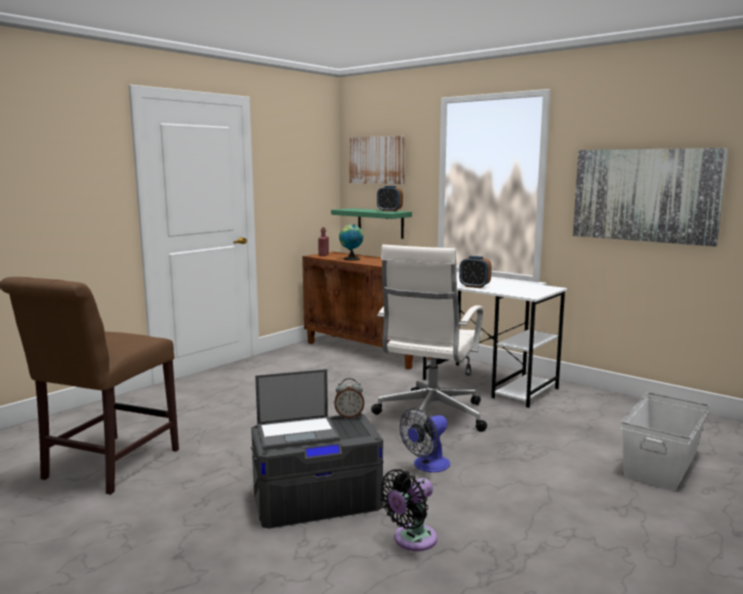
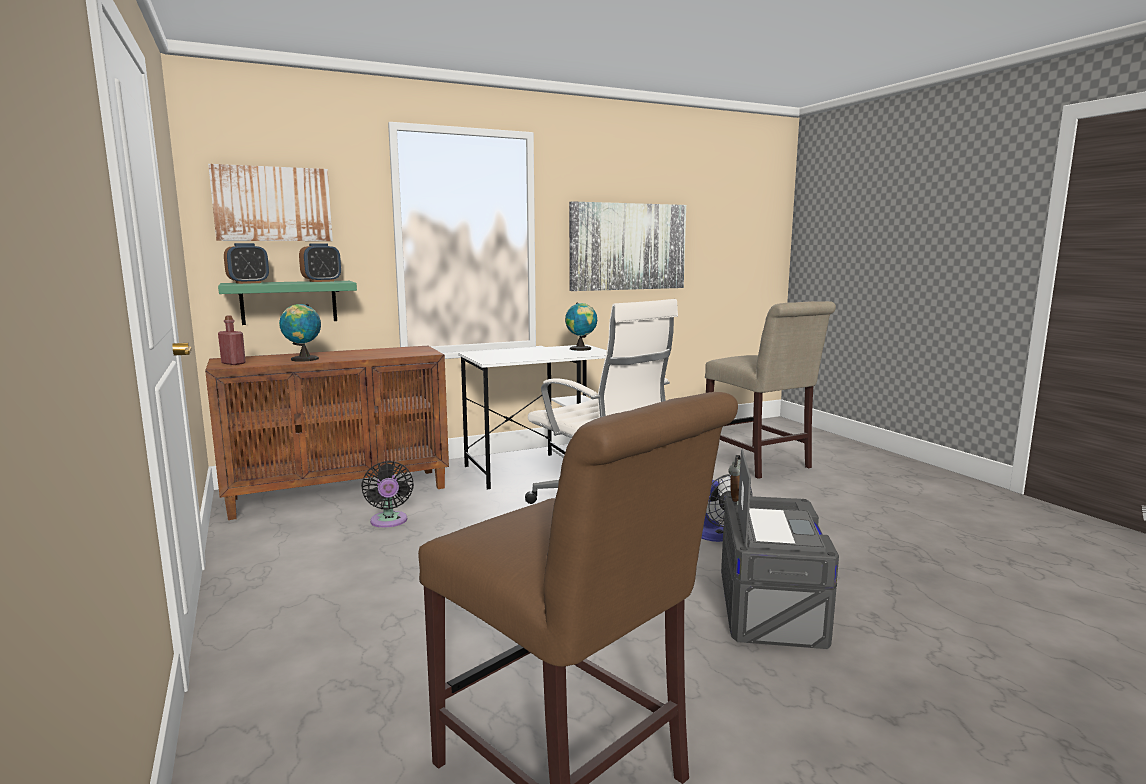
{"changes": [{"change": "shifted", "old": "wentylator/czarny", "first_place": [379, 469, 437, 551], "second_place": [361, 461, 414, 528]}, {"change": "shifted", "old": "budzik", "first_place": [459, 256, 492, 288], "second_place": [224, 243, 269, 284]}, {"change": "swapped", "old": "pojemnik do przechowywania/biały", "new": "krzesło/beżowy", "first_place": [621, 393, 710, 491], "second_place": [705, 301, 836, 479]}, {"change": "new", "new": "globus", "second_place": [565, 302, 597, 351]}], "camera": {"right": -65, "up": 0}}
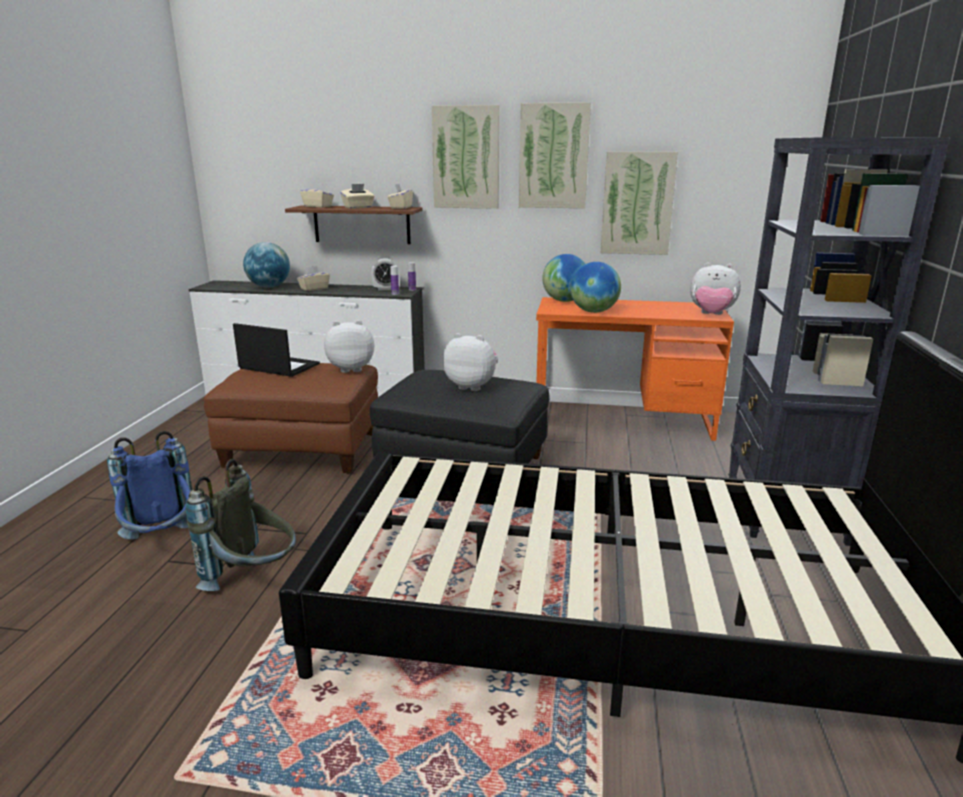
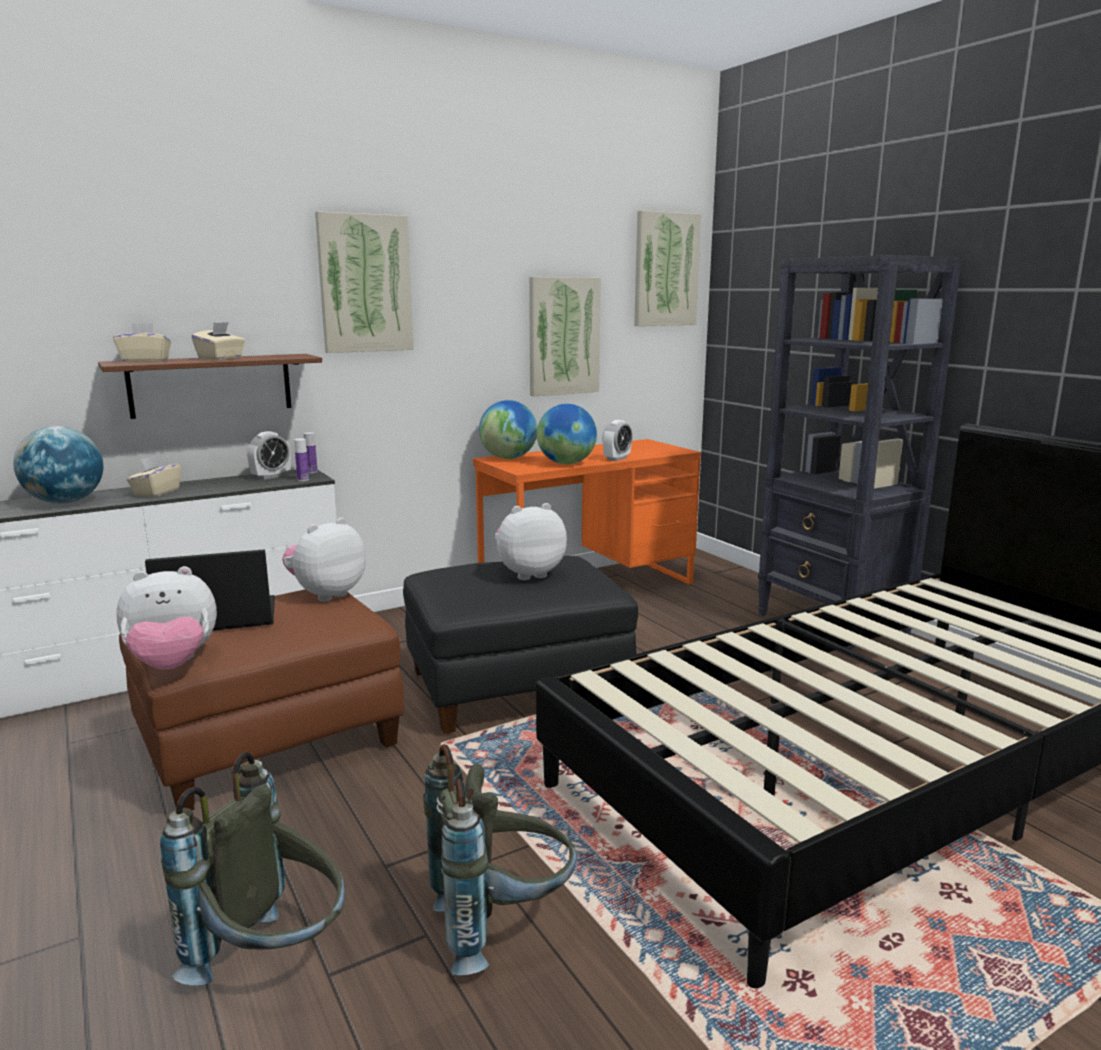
{"changes": [{"change": "repainted", "old": "plecak/niebieski", "new": "plecak/szary", "first_place": [107, 431, 192, 540], "second_place": [160, 752, 345, 985]}, {"change": "gone", "old": "pudełko chusteczek/beżowy", "first_place": [387, 184, 413, 209]}, {"change": "shifted", "old": "obraz", "first_place": [519, 102, 591, 208], "second_place": [634, 210, 701, 326]}, {"change": "shifted", "old": "pluszak", "first_place": [690, 262, 741, 315], "second_place": [116, 566, 217, 670]}, {"change": "new", "new": "budzik", "second_place": [602, 420, 633, 461]}], "camera": {"right": -40, "up": -5}}
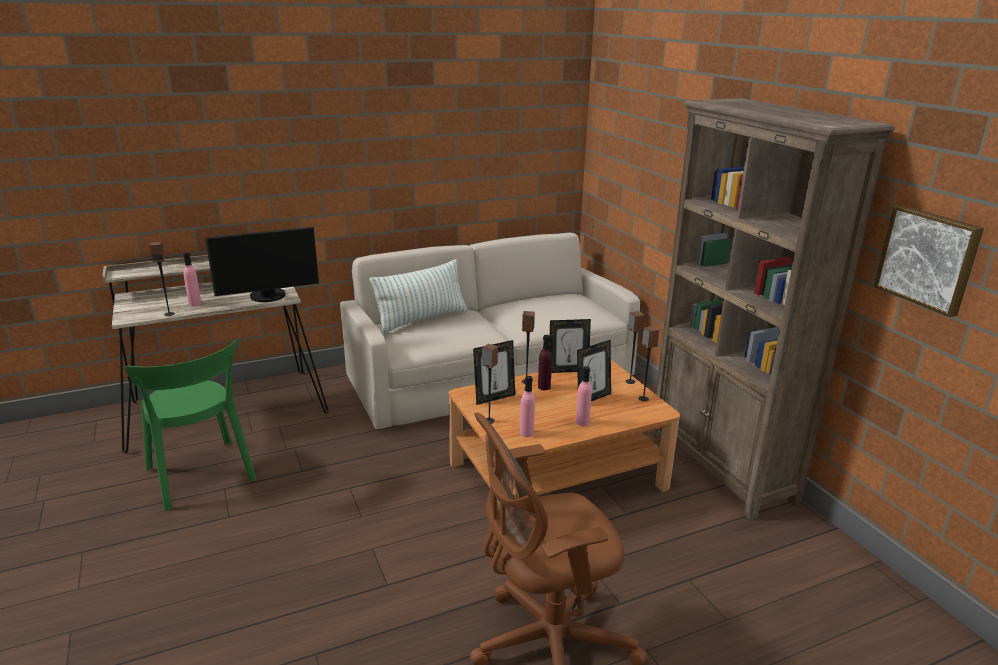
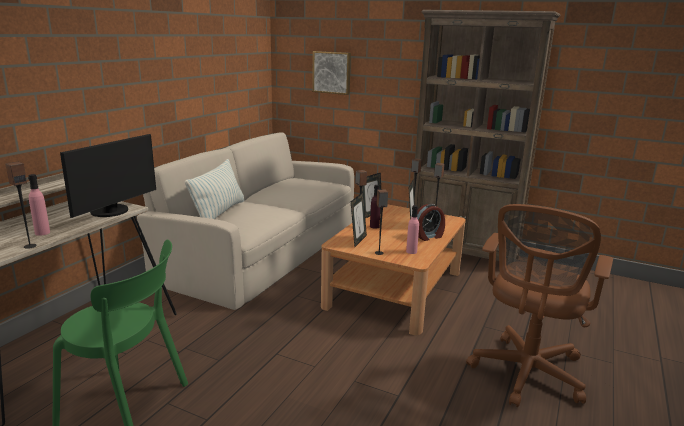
{"changes": [{"change": "swapped", "old": "butelka/różowy", "new": "budzik", "first_place": [576, 366, 592, 426], "second_place": [417, 204, 445, 241]}, {"change": "shifted", "old": "obraz", "first_place": [874, 205, 984, 317], "second_place": [312, 51, 351, 95]}], "camera": {"right": -40, "up": -5}}
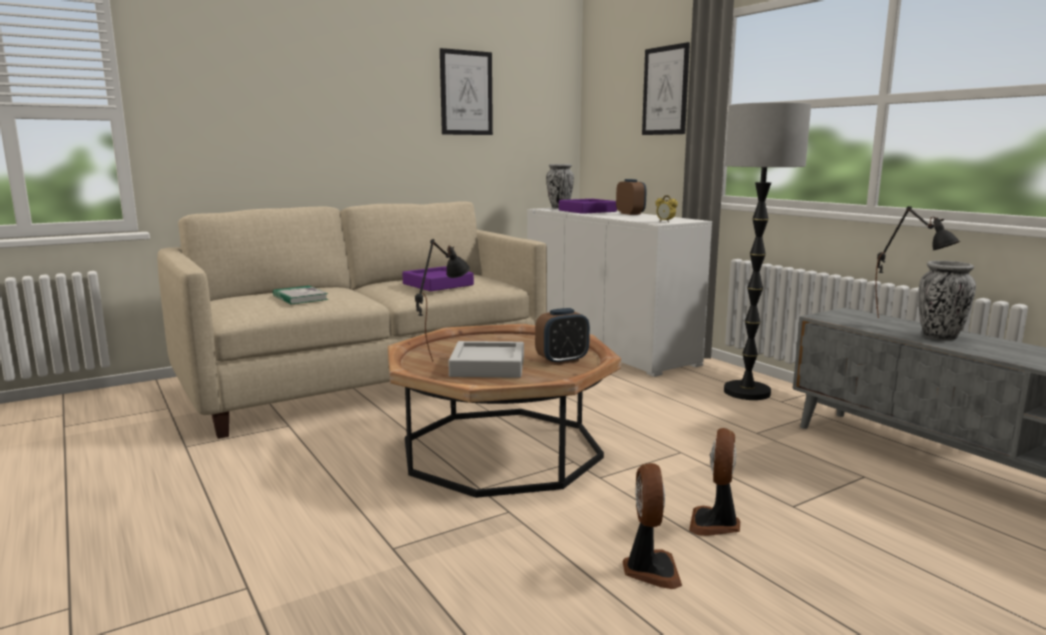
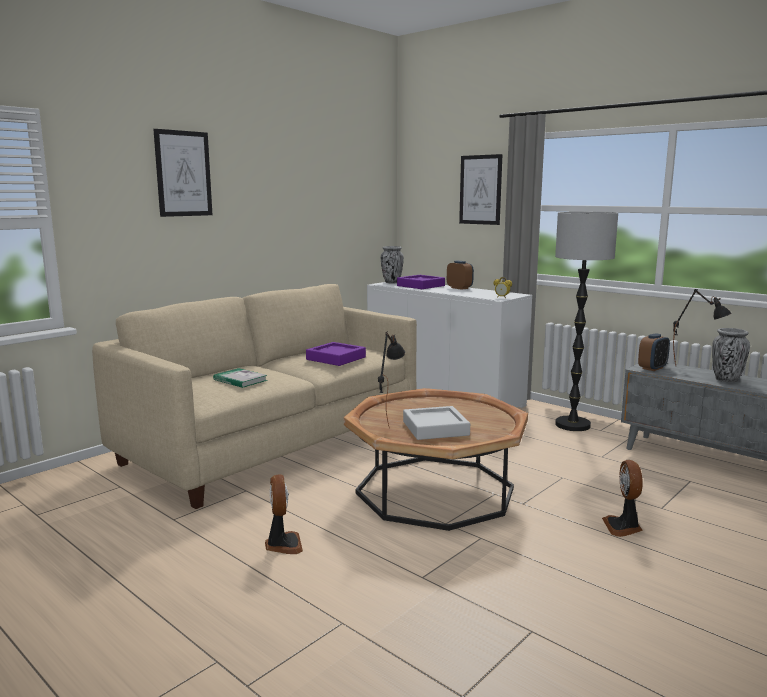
{"changes": [{"change": "shifted", "old": "obraz", "first_place": [440, 48, 493, 135], "second_place": [153, 129, 212, 217]}, {"change": "shifted", "old": "budzik", "first_place": [535, 308, 590, 365], "second_place": [638, 333, 670, 371]}, {"change": "shifted", "old": "wentylator", "first_place": [622, 463, 682, 589], "second_place": [265, 474, 303, 554]}], "camera": {"right": -15, "up": 0}}
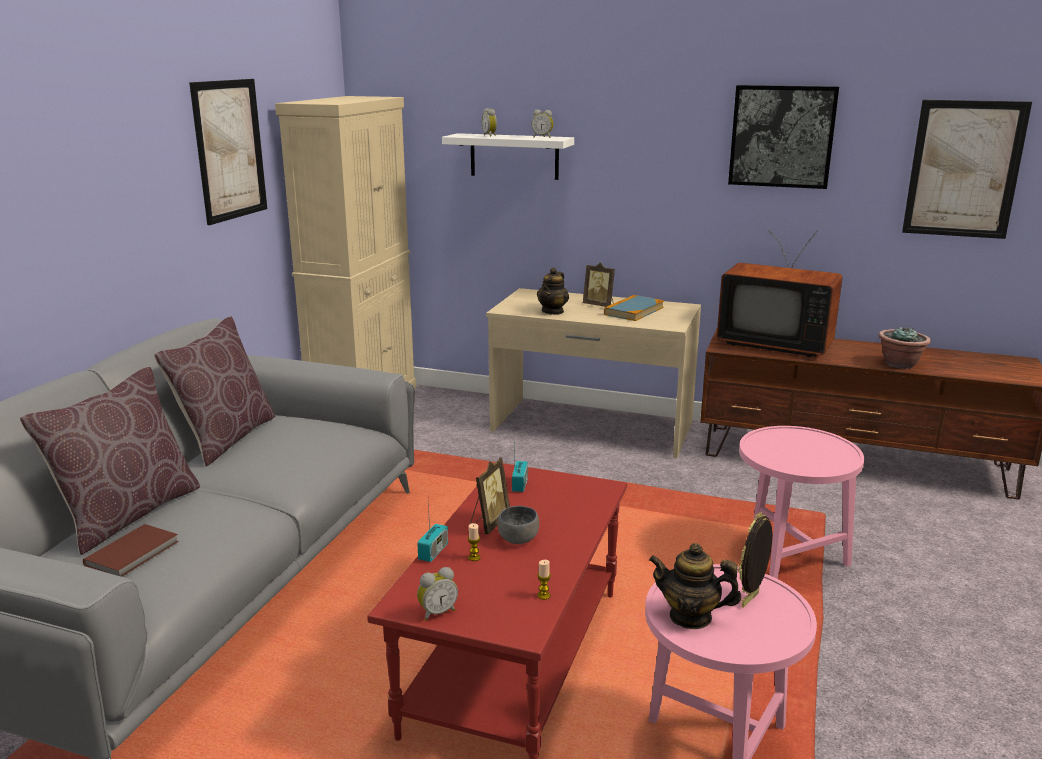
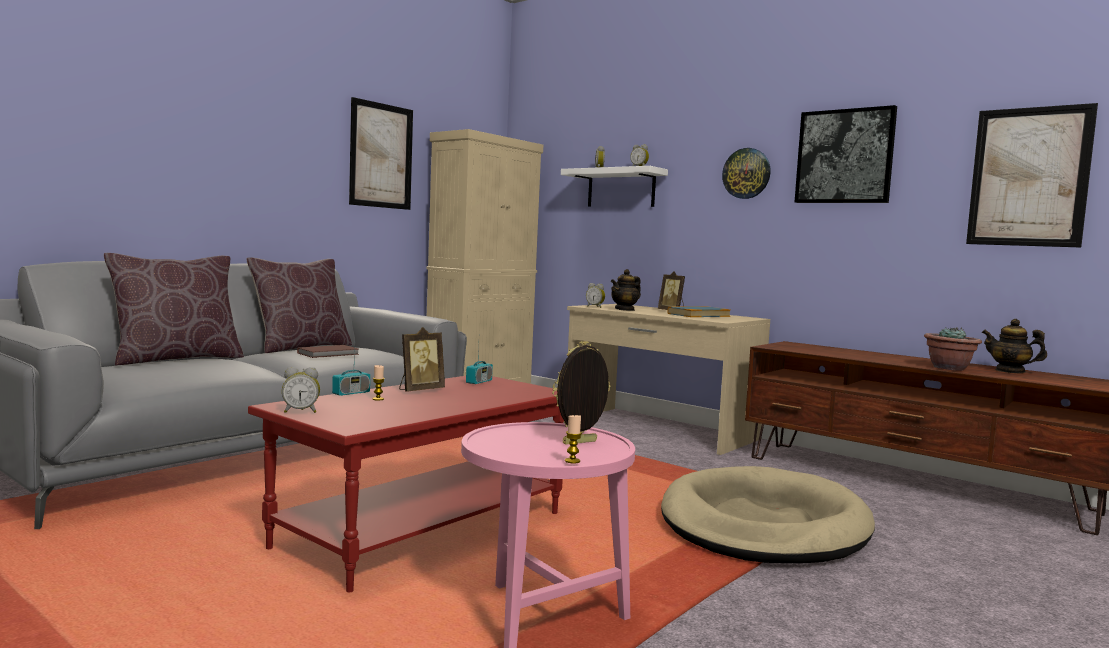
{"changes": [{"change": "shifted", "old": "książka/brązowy", "first_place": [83, 524, 179, 577], "second_place": [297, 345, 359, 358]}, {"change": "gone", "old": "miska/szary", "first_place": [498, 506, 539, 544]}, {"change": "shifted", "old": "świeca", "first_place": [537, 560, 551, 600], "second_place": [565, 415, 582, 463]}, {"change": "shifted", "old": "imbryk", "first_place": [649, 543, 741, 629], "second_place": [982, 319, 1047, 373]}, {"change": "gone", "old": "telewizor", "first_place": [717, 230, 842, 357]}, {"change": "swapped", "old": "stolik/różowy", "new": "legowisko/beżowy", "first_place": [739, 426, 864, 579], "second_place": [661, 466, 875, 564]}, {"change": "new", "new": "budzik", "second_place": [586, 283, 605, 308]}, {"change": "new", "new": "zegar ścienny", "second_place": [722, 148, 771, 199]}], "camera": {"right": 20, "up": -15}}
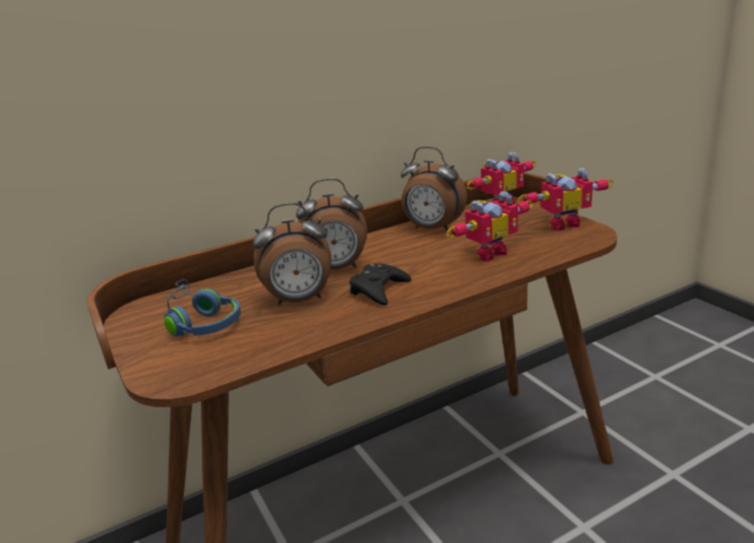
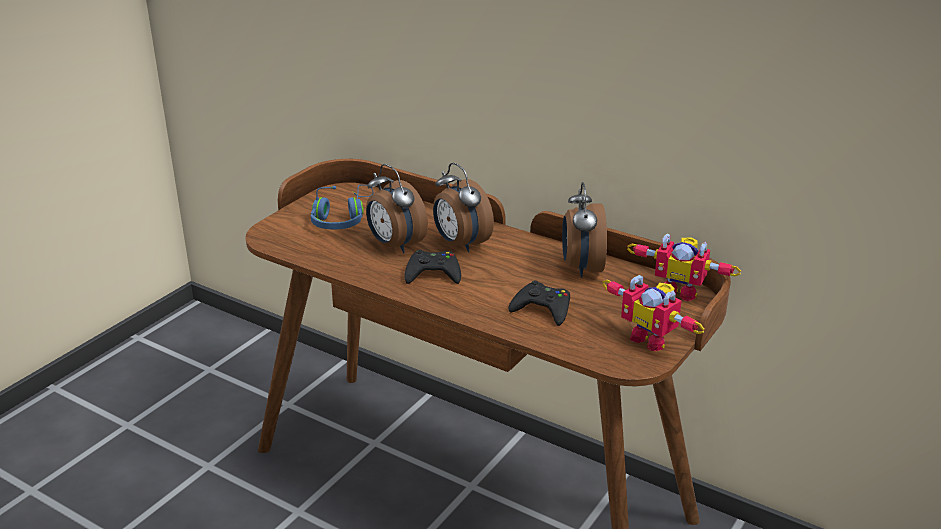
{"changes": [{"change": "swapped", "old": "robot zabawkowy", "new": "pad do gier/czarny", "first_place": [446, 191, 533, 262], "second_place": [508, 281, 570, 326]}], "camera": {"right": 60, "up": 5}}
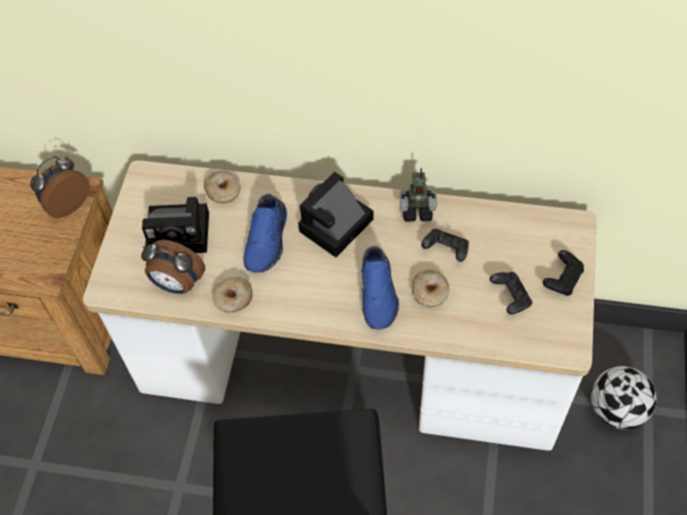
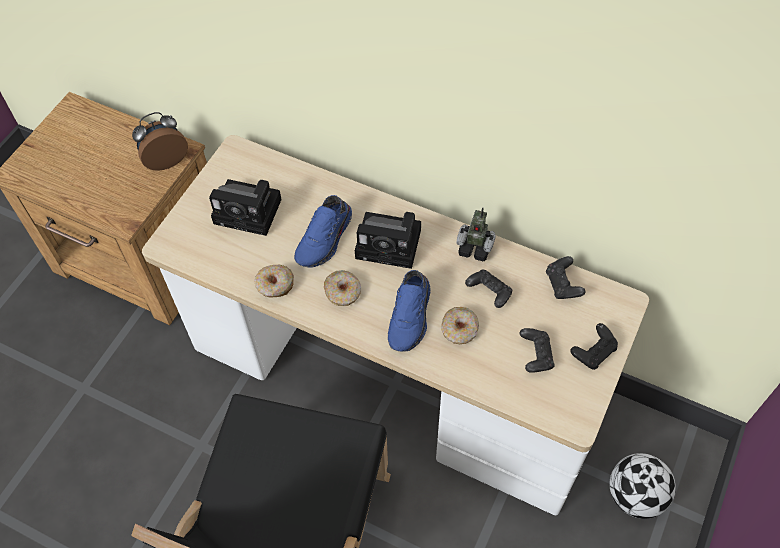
{"changes": [{"change": "gone", "old": "budzik", "first_place": [141, 240, 205, 294]}, {"change": "shifted", "old": "donut", "first_place": [204, 171, 240, 204], "second_place": [324, 270, 361, 306]}, {"change": "rotated", "old": "aparat fotograficzny", "first_place": [298, 172, 374, 257], "second_place": [355, 212, 421, 269], "degrees": -135}, {"change": "new", "new": "pad do gier/czarny", "second_place": [546, 256, 586, 299]}], "camera": {"right": 15, "up": 0}}
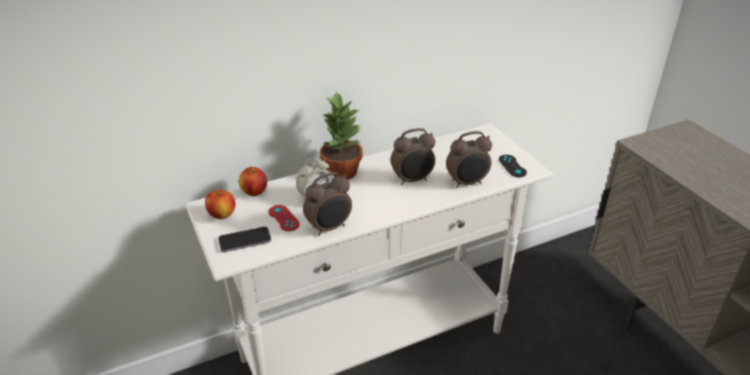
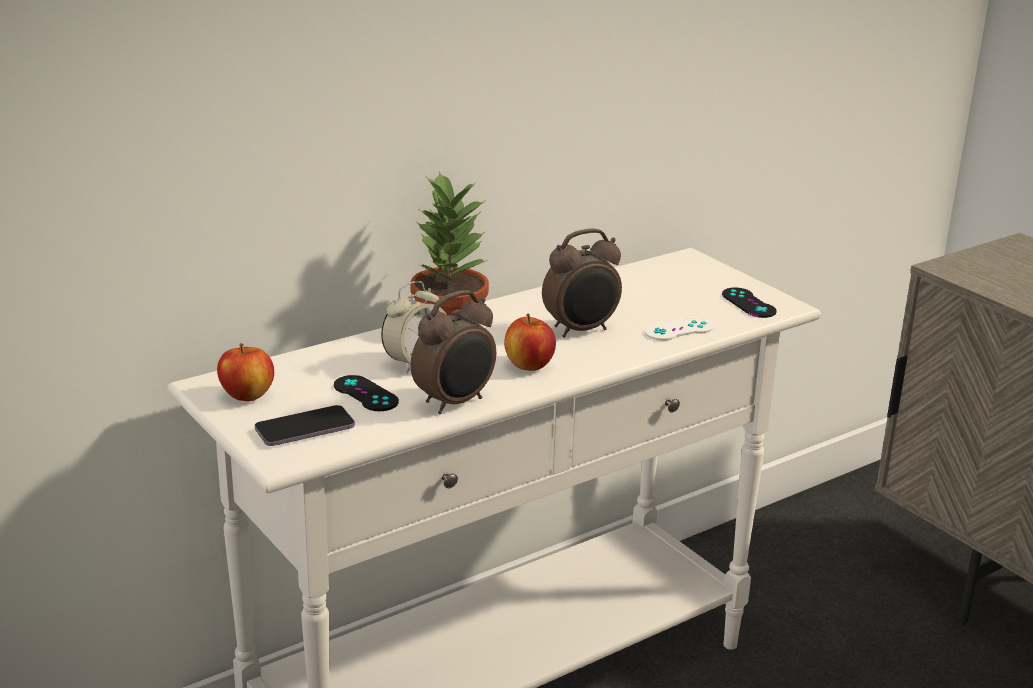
{"changes": [{"change": "shifted", "old": "jabłko", "first_place": [239, 167, 267, 196], "second_place": [504, 313, 556, 371]}, {"change": "repainted", "old": "pad do gier/czerwony", "new": "pad do gier/czarny", "first_place": [268, 205, 300, 231], "second_place": [334, 375, 399, 411]}, {"change": "swapped", "old": "budzik", "new": "pad do gier/biały", "first_place": [446, 131, 492, 188], "second_place": [645, 318, 713, 341]}], "camera": {"right": -10, "up": -10}}
